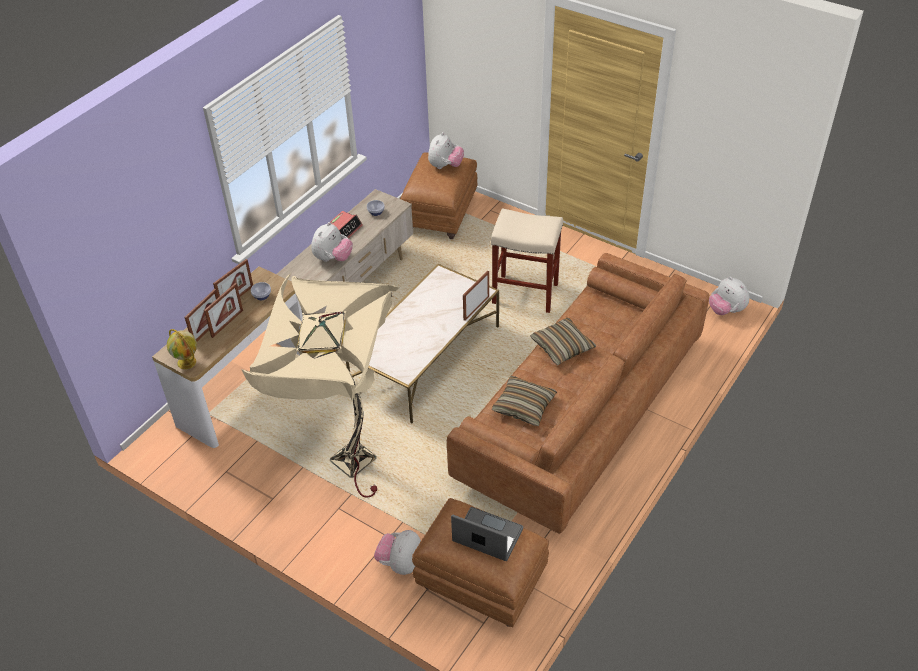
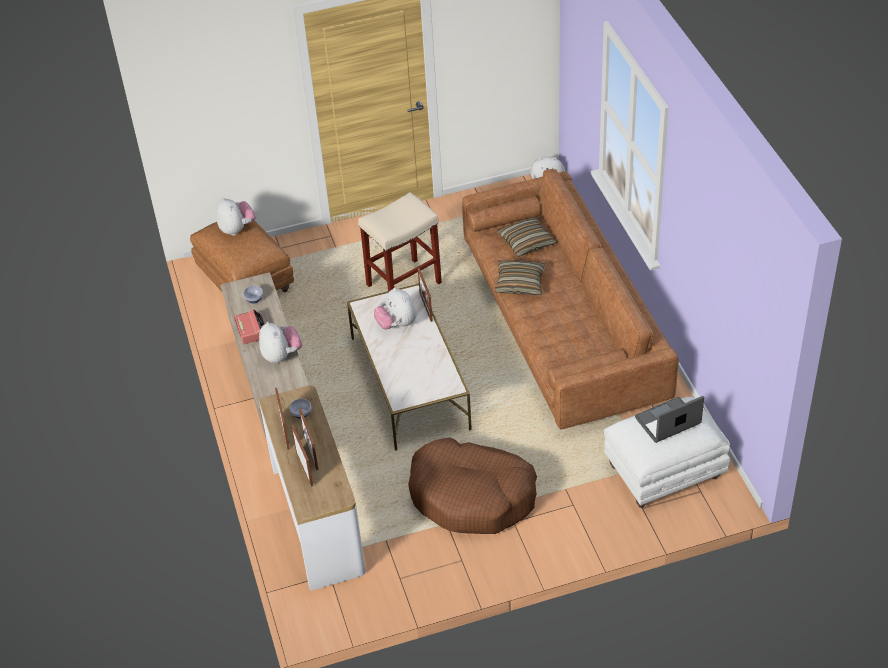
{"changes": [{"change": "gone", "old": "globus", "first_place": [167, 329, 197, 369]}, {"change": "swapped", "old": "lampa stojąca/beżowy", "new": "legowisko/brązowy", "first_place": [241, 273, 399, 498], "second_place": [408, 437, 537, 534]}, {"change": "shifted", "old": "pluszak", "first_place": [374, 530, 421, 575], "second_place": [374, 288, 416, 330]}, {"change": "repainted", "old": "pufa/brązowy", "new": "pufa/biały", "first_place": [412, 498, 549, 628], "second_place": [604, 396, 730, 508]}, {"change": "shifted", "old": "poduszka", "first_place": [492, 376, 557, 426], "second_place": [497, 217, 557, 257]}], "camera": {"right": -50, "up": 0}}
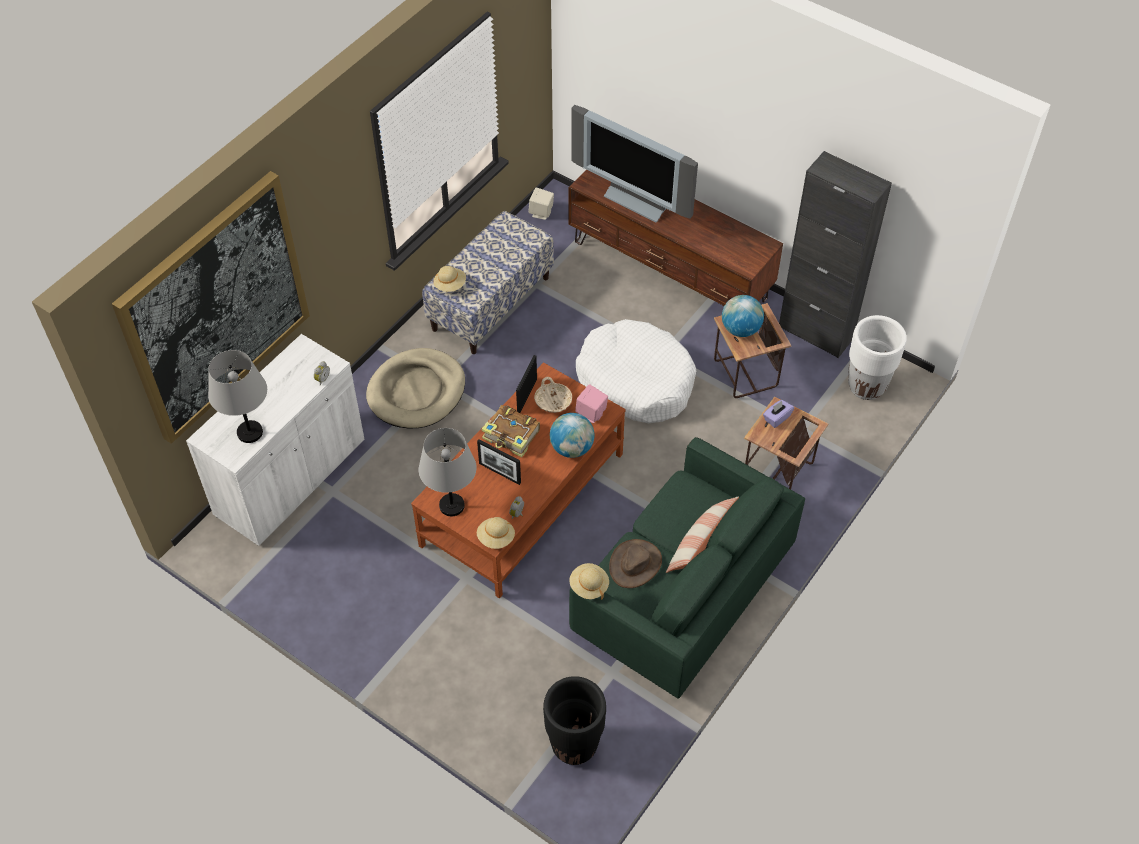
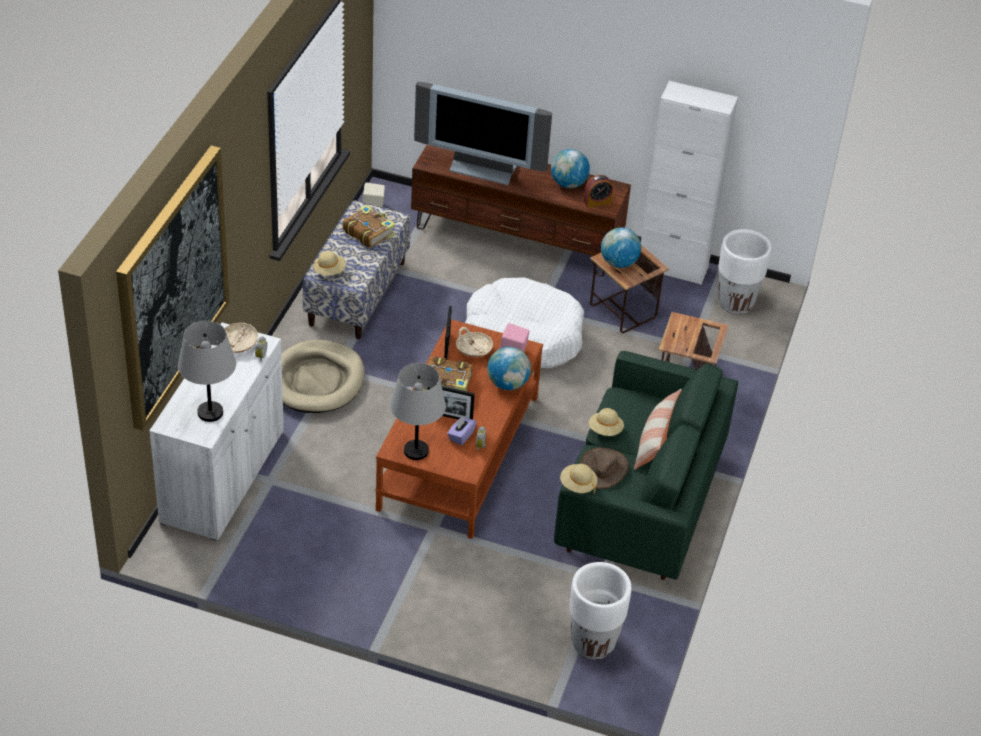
{"changes": [{"change": "shifted", "old": "kapelusz/beżowy", "first_place": [477, 517, 515, 549], "second_place": [589, 408, 624, 436]}, {"change": "repainted", "old": "donica/czarny", "new": "donica/biały", "first_place": [543, 676, 606, 765], "second_place": [570, 562, 631, 660]}, {"change": "shifted", "old": "pudełko chusteczek/fioletowy", "first_place": [763, 400, 794, 428], "second_place": [447, 417, 477, 445]}, {"change": "repainted", "old": "szafka/czarny", "new": "szafka/biały", "first_place": [779, 151, 892, 358], "second_place": [641, 81, 738, 285]}, {"change": "new", "new": "miska/beżowy", "second_place": [224, 323, 258, 353]}, {"change": "new", "new": "książka", "second_place": [343, 205, 395, 248]}, {"change": "new", "new": "globus", "second_place": [551, 149, 590, 188]}, {"change": "new", "new": "budzik", "second_place": [584, 175, 613, 208]}], "camera": {"right": -20, "up": -10}}
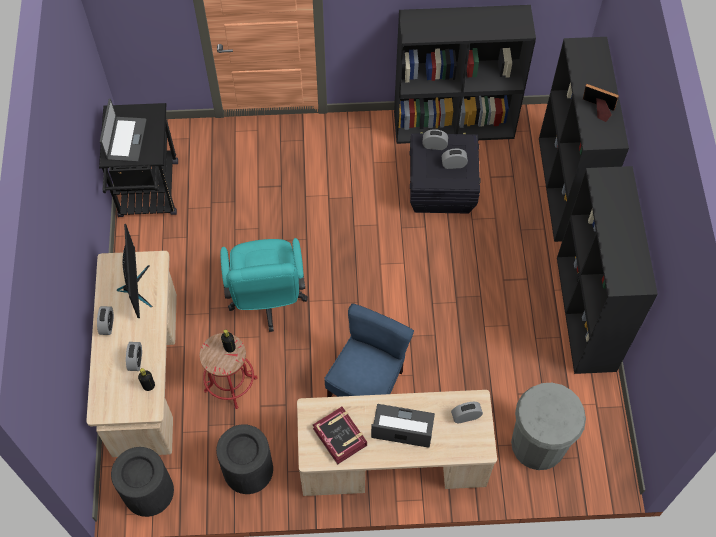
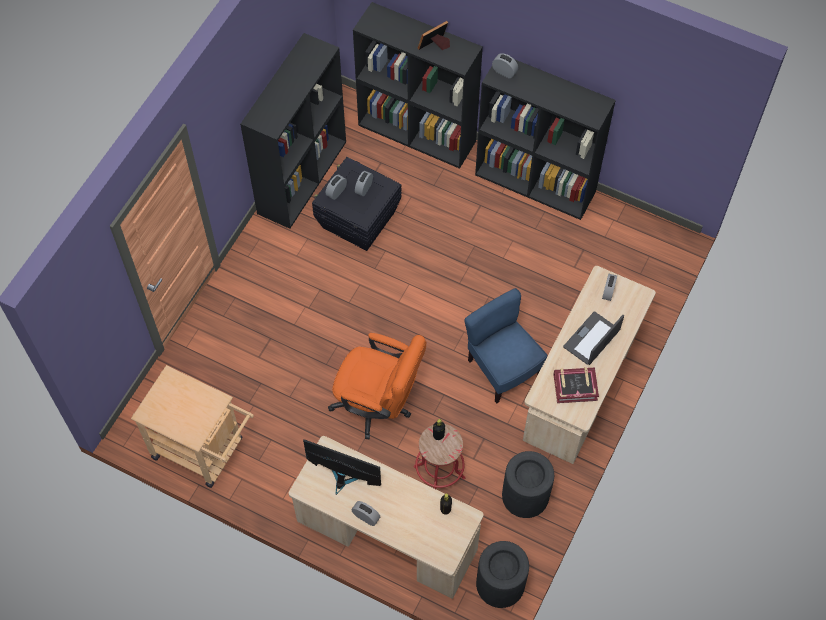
{"changes": [{"change": "repainted", "old": "wózek/czarny", "new": "wózek/beżowy", "first_place": [99, 103, 178, 217], "second_place": [131, 365, 254, 488]}, {"change": "gone", "old": "laptop", "first_place": [100, 99, 146, 162]}, {"change": "shifted", "old": "budzik", "first_place": [126, 342, 142, 371], "second_place": [492, 53, 518, 78]}, {"change": "repainted", "old": "krzesło biurowe/turkusowy", "new": "krzesło biurowe/pomarańczowy", "first_place": [220, 238, 308, 332], "second_place": [328, 333, 426, 439]}, {"change": "gone", "old": "kosz na śmieci/szary", "first_place": [511, 383, 586, 470]}], "camera": {"right": -60, "up": 0}}
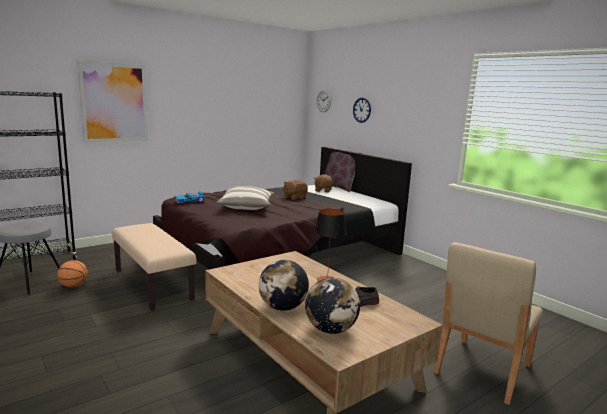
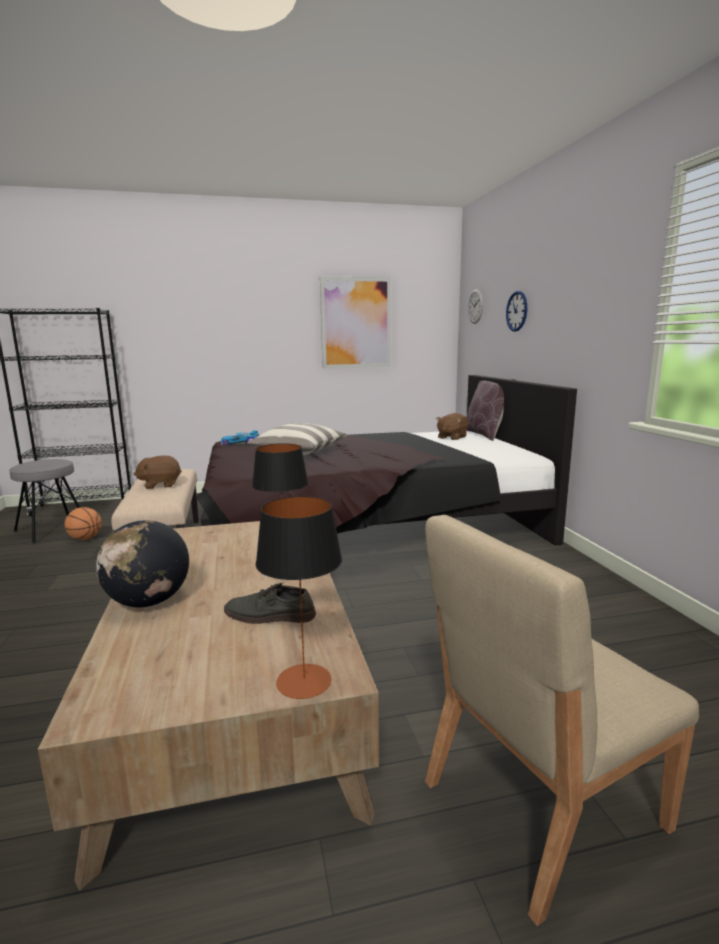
{"changes": [{"change": "shifted", "old": "obraz", "first_place": [78, 61, 148, 142], "second_place": [320, 277, 391, 369]}, {"change": "shifted", "old": "pluszak/brązowy", "first_place": [283, 180, 308, 200], "second_place": [133, 456, 182, 489]}, {"change": "gone", "old": "globus", "first_place": [305, 278, 360, 334]}, {"change": "new", "new": "lampa stołowa", "second_place": [255, 496, 342, 699]}], "camera": {"right": 25, "up": 0}}
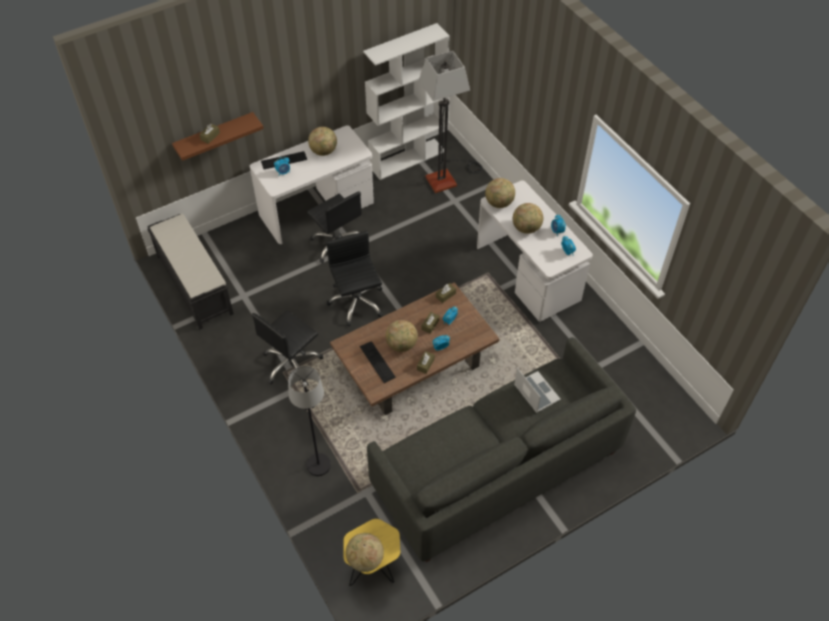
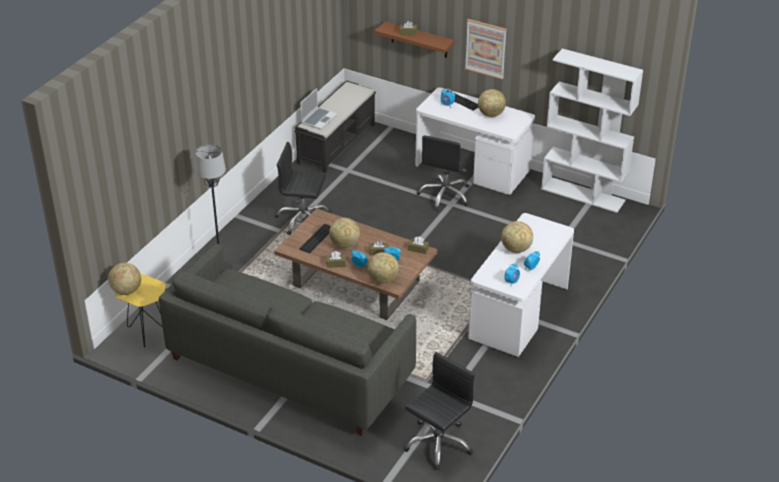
{"changes": [{"change": "shifted", "old": "krzesło biurowe/czarny", "first_place": [326, 231, 383, 326], "second_place": [404, 352, 475, 470]}, {"change": "gone", "old": "lampa stojąca", "first_place": [419, 51, 483, 193]}, {"change": "shifted", "old": "globus", "first_place": [485, 178, 515, 208], "second_place": [367, 252, 399, 284]}, {"change": "shifted", "old": "laptop", "first_place": [514, 367, 561, 413], "second_place": [300, 88, 337, 130]}, {"change": "new", "new": "obraz", "second_place": [465, 19, 507, 80]}], "camera": {"right": 60, "up": -15}}
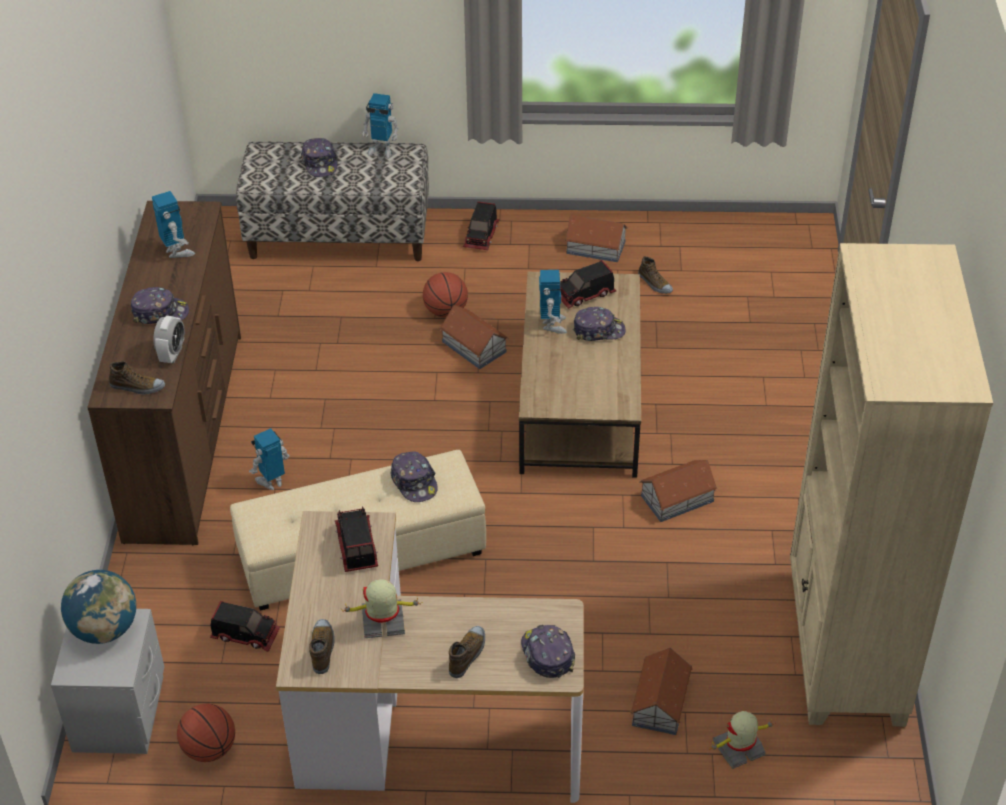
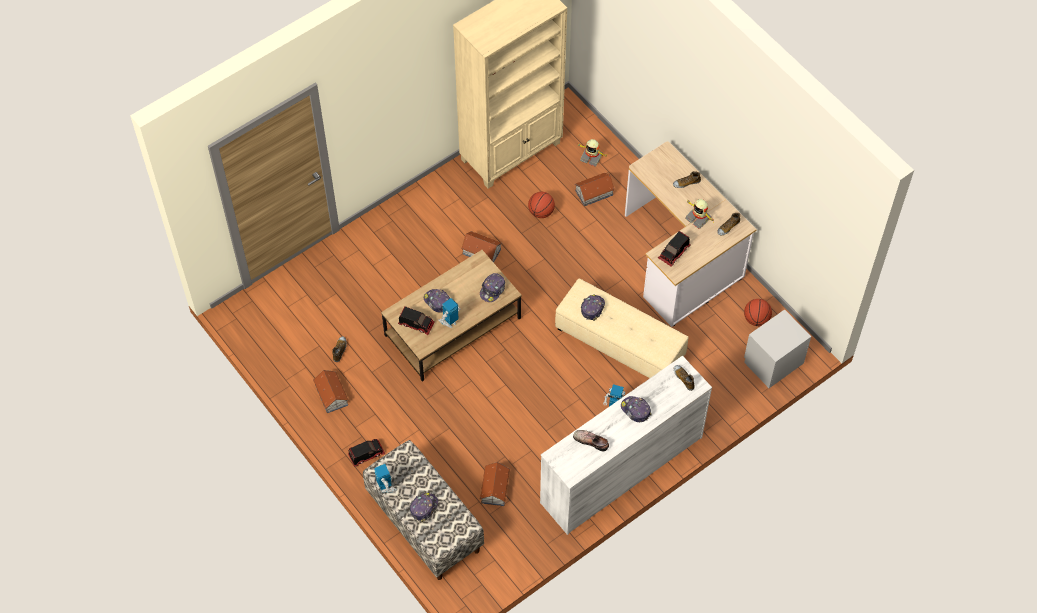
{"changes": [{"change": "gone", "old": "globus", "first_place": [61, 570, 136, 644]}, {"change": "repainted", "old": "komoda/brązowy", "new": "komoda/biały", "first_place": [87, 201, 241, 545], "second_place": [540, 356, 712, 535]}, {"change": "swapped", "old": "robot zabawkowy", "new": "but", "first_place": [152, 191, 195, 258], "second_place": [573, 430, 609, 452]}, {"change": "gone", "old": "budzik", "first_place": [153, 316, 184, 363]}, {"change": "gone", "old": "ciężarówka zabawkowa", "first_place": [210, 601, 280, 652]}, {"change": "shifted", "old": "piłka do koszykówki", "first_place": [423, 272, 468, 317], "second_place": [528, 192, 555, 218]}, {"change": "shifted", "old": "domek", "first_place": [440, 305, 508, 369], "second_place": [480, 462, 510, 506]}, {"change": "shifted", "old": "czapka z daszkiem", "first_place": [521, 625, 575, 678], "second_place": [480, 273, 505, 302]}], "camera": {"right": -130, "up": 15}}
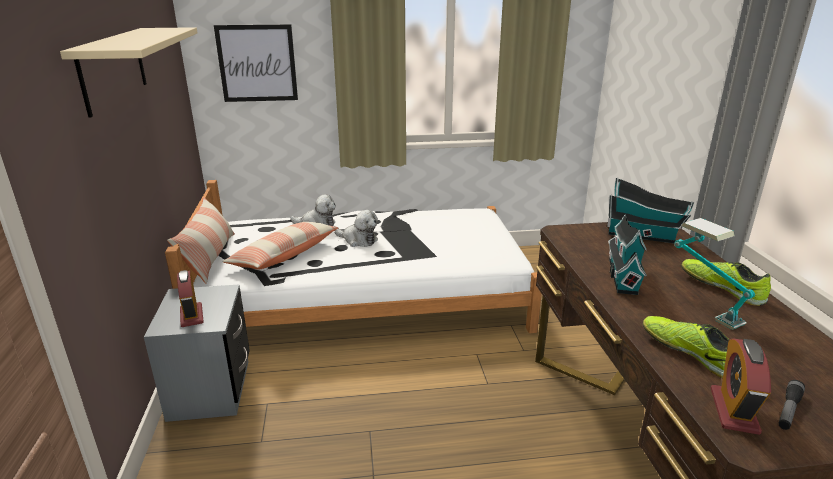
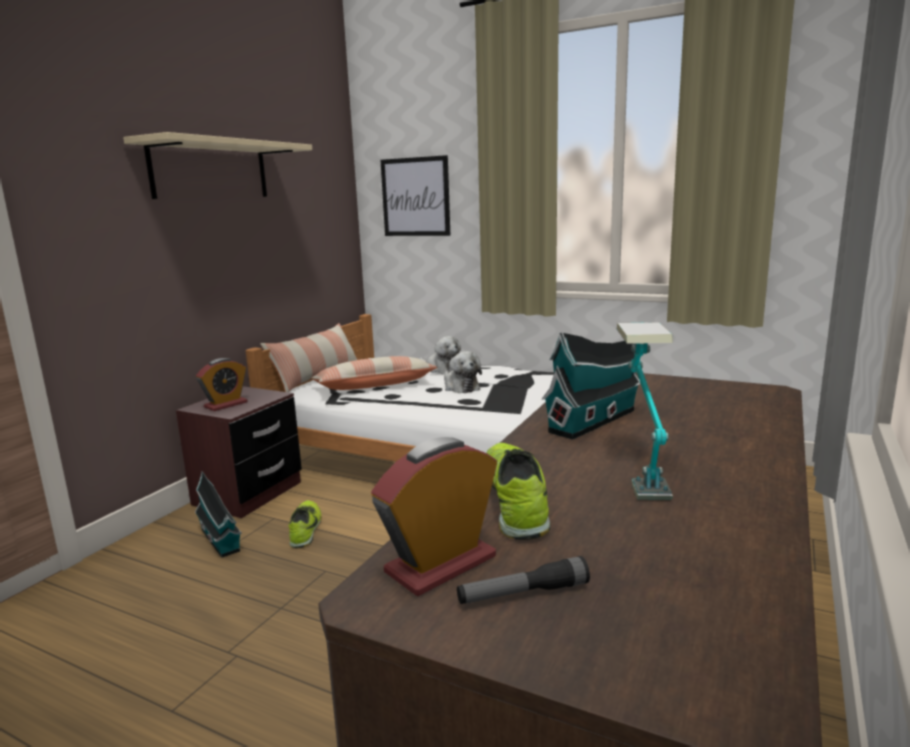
{"changes": [{"change": "repainted", "old": "szafka nocna/szary", "new": "szafka nocna/brązowy", "first_place": [144, 284, 250, 422], "second_place": [176, 386, 302, 518]}, {"change": "rotated", "old": "budzik", "first_place": [177, 270, 204, 327], "second_place": [196, 358, 247, 411], "degrees": -150}, {"change": "shifted", "old": "domek", "first_place": [607, 177, 694, 243], "second_place": [195, 472, 242, 558]}, {"change": "shifted", "old": "but", "first_place": [681, 259, 771, 306], "second_place": [289, 500, 322, 548]}], "camera": {"right": 35, "up": -10}}
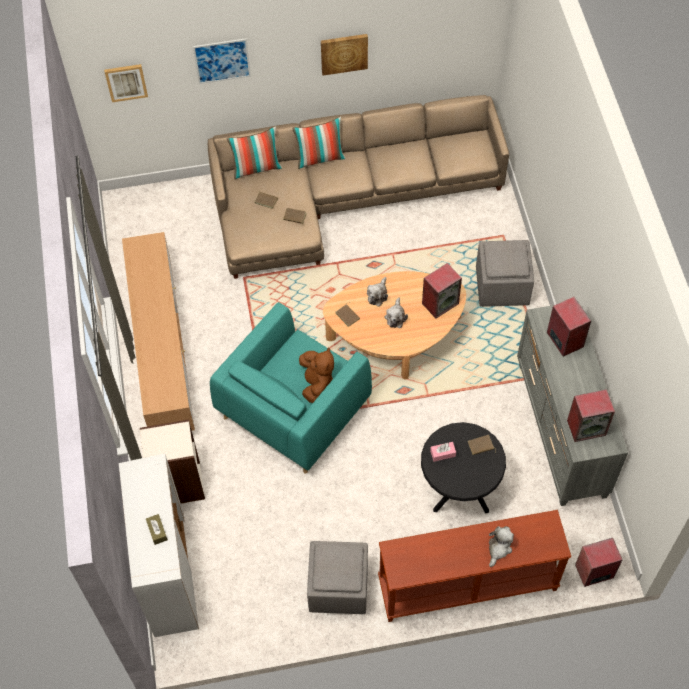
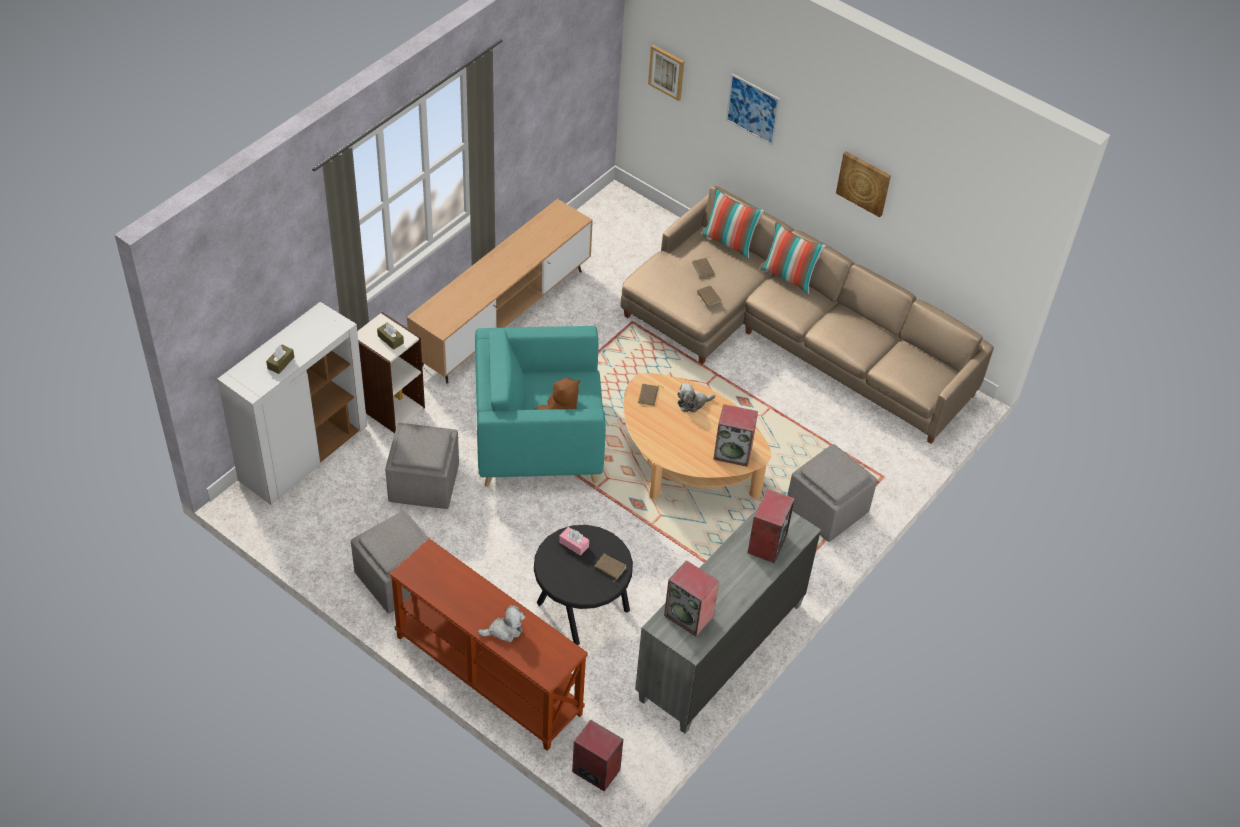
{"changes": [{"change": "gone", "old": "pluszak", "first_place": [385, 297, 408, 328]}, {"change": "new", "new": "pudełko chusteczek/brązowy", "second_place": [377, 322, 404, 350]}, {"change": "new", "new": "pufa/szary", "second_place": [385, 423, 459, 509]}], "camera": {"right": 45, "up": -10}}
